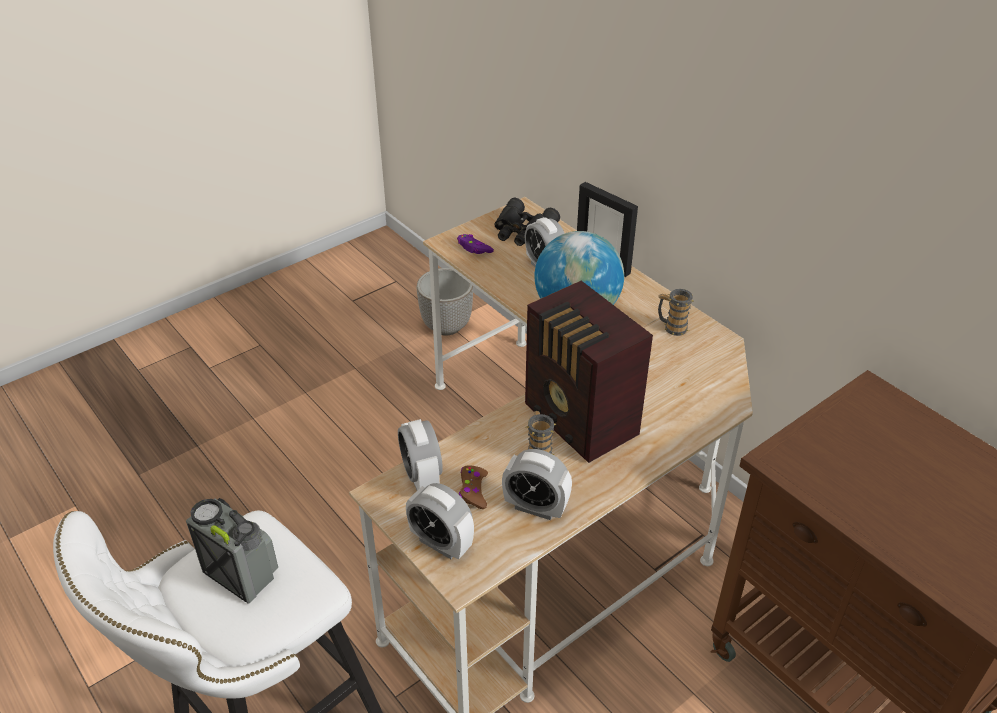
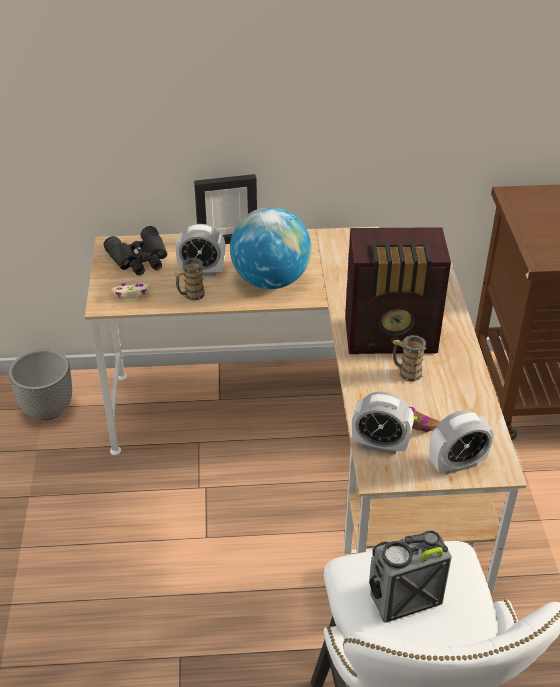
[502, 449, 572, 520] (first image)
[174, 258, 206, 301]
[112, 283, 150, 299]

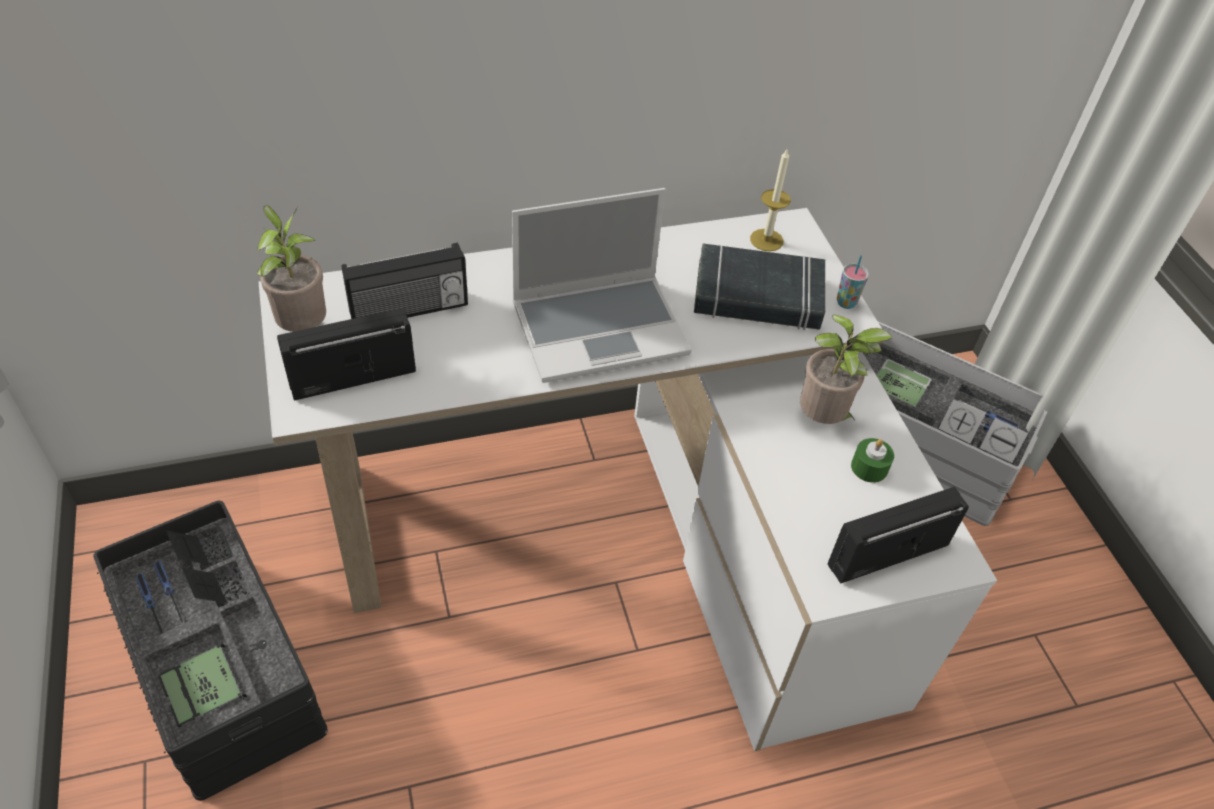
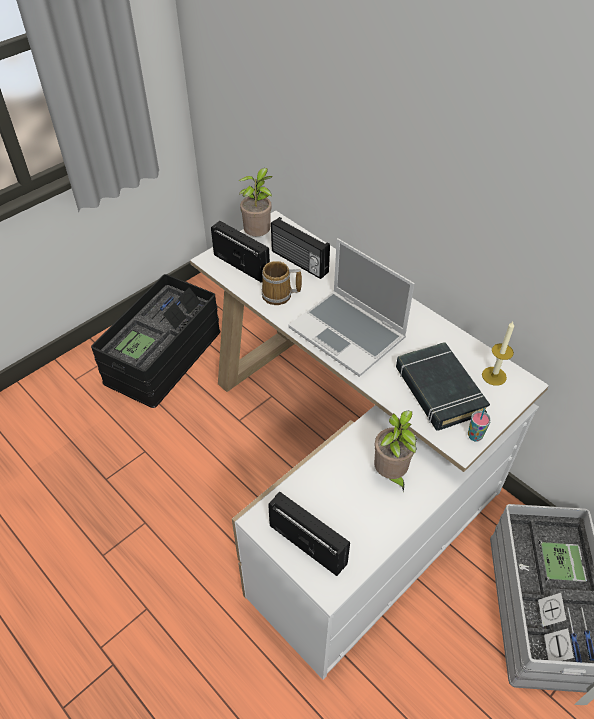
[851, 438, 894, 483] (first image)
[262, 261, 302, 305]

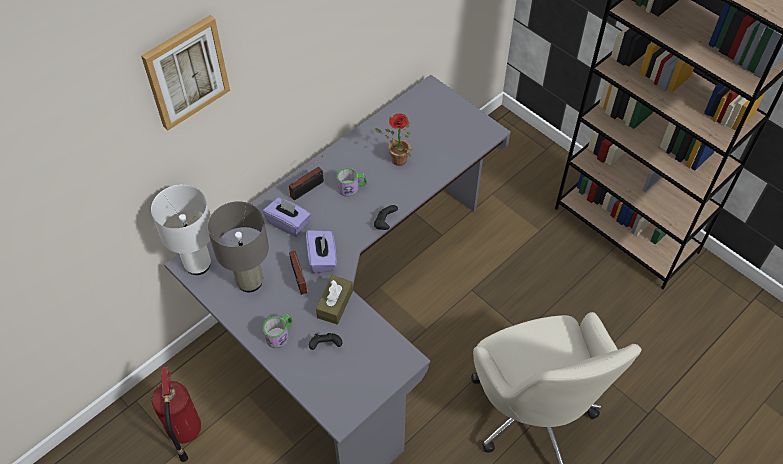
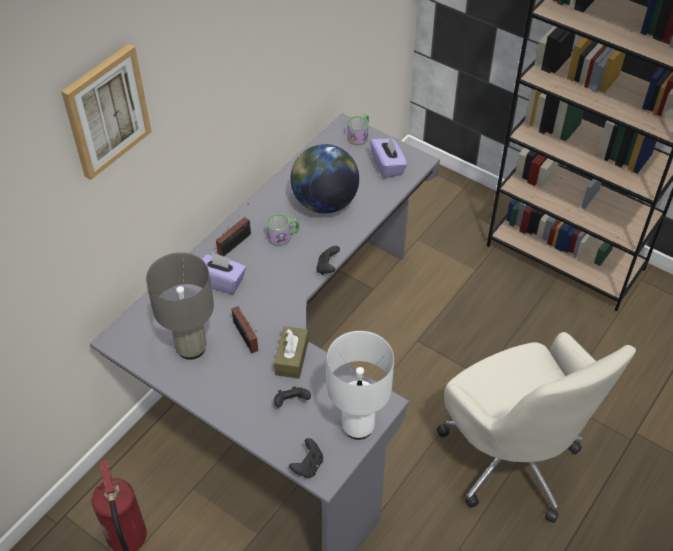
[289, 438, 323, 478]
[327, 331, 394, 440]
[347, 114, 369, 145]
[370, 137, 407, 178]
[290, 144, 359, 213]

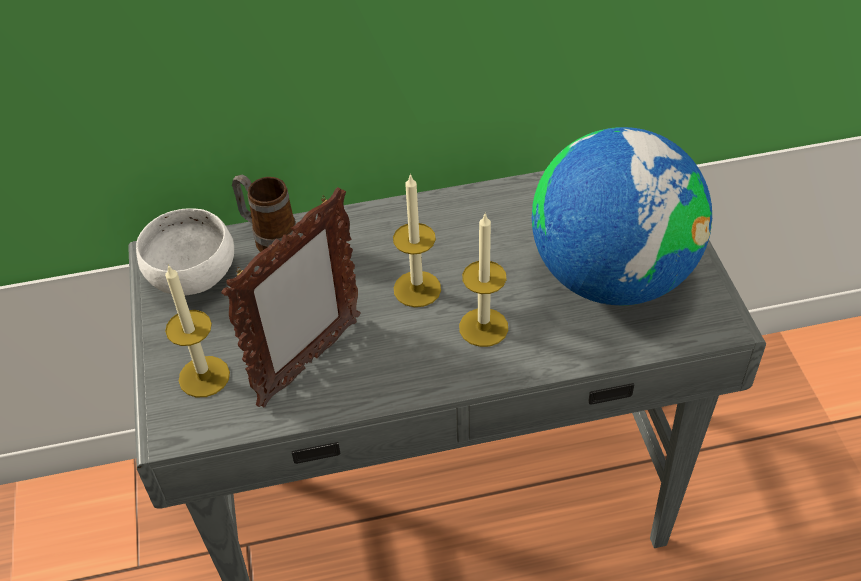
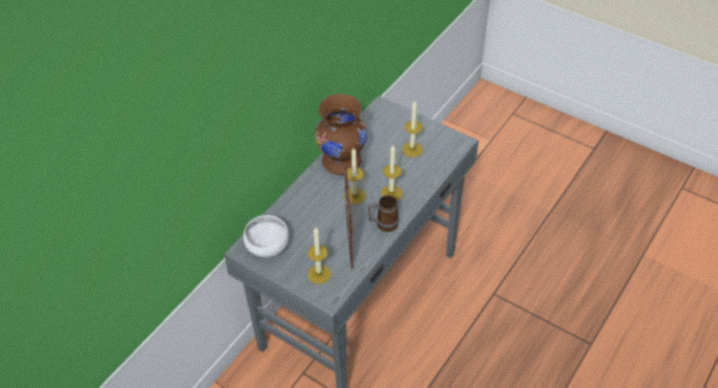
[315, 94, 367, 175]
[368, 195, 398, 232]
[402, 101, 422, 157]

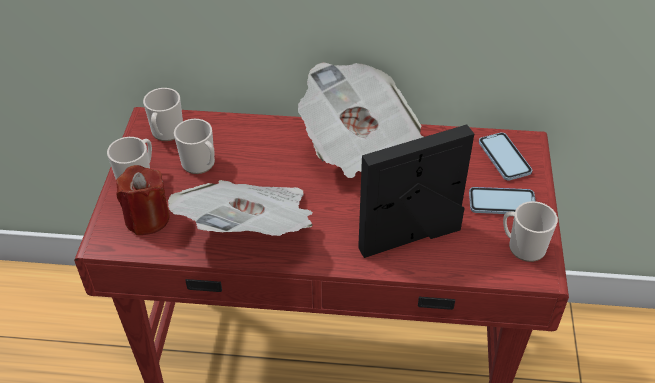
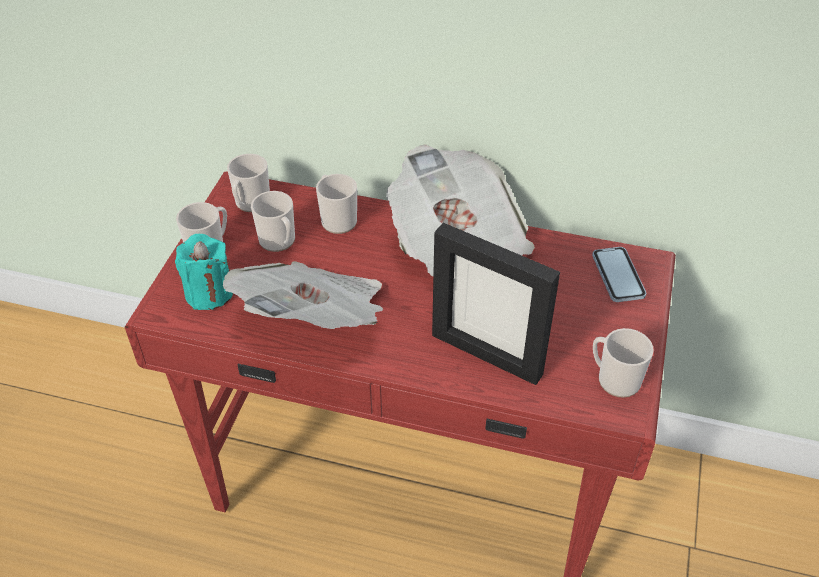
[469, 187, 536, 214] (first image)
[316, 174, 357, 234]
[175, 234, 233, 310]
[432, 223, 560, 385]

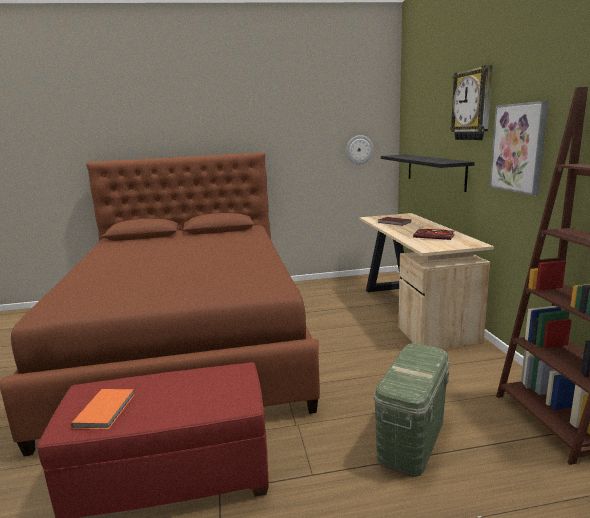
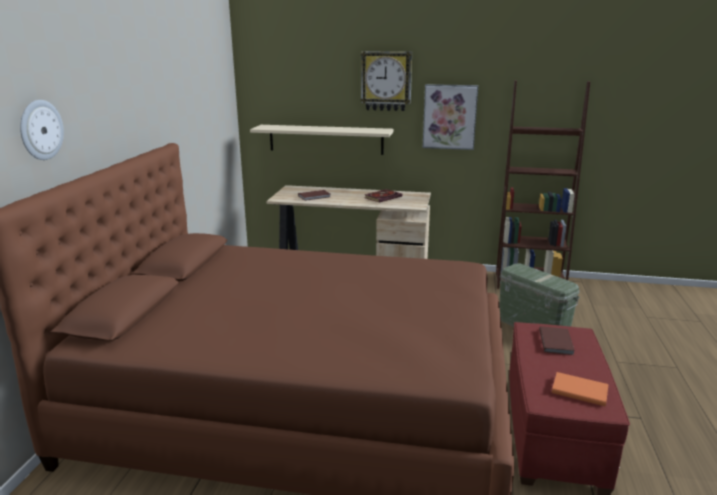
[539, 326, 575, 355]
[20, 100, 64, 160]
[250, 125, 394, 155]

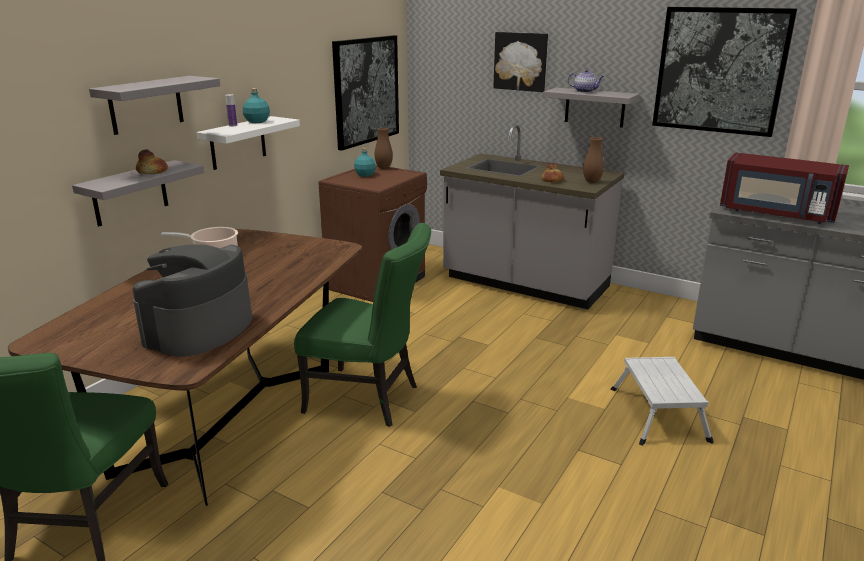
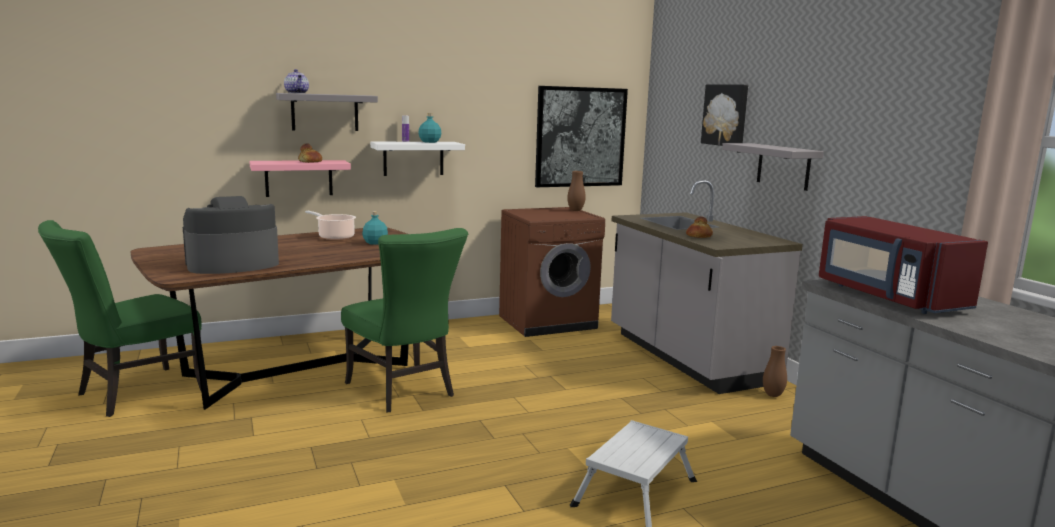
[652, 7, 797, 137] (first image)
[362, 211, 388, 245]
[284, 69, 309, 94]
[763, 346, 787, 397]
[249, 160, 351, 197]

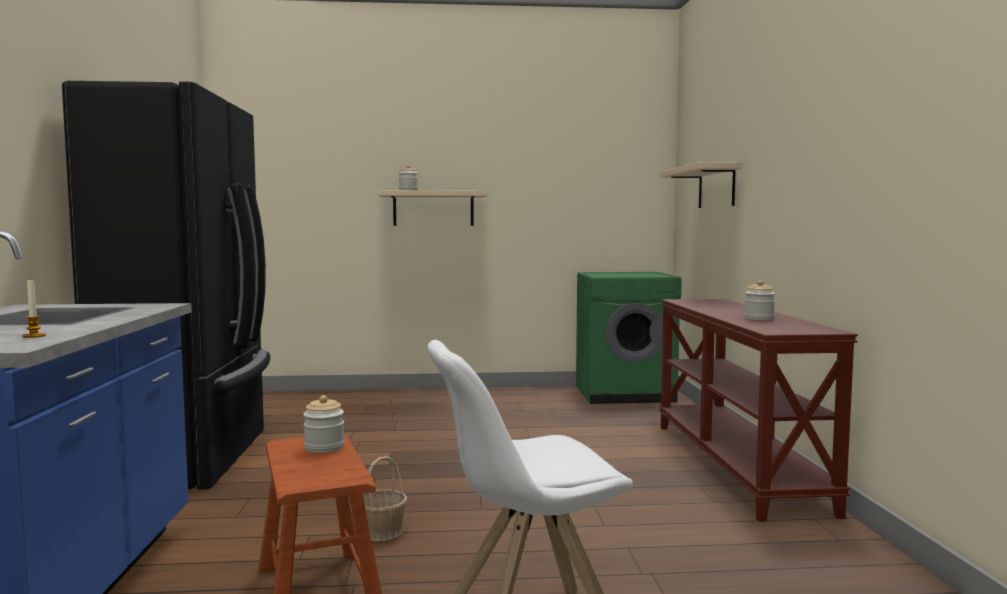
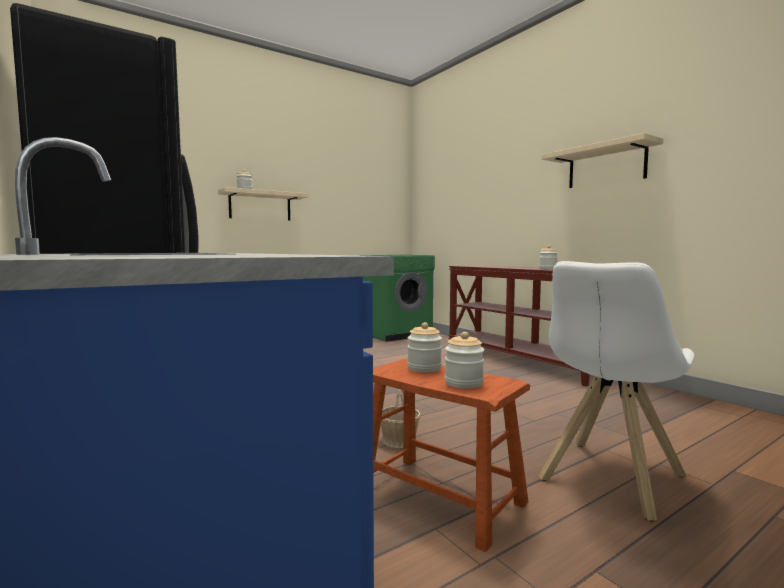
[22, 278, 46, 338] (first image)
[445, 332, 484, 389]
[541, 133, 663, 188]

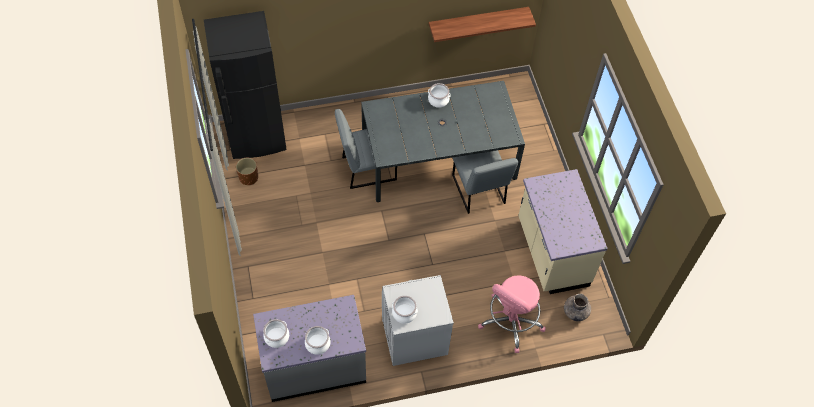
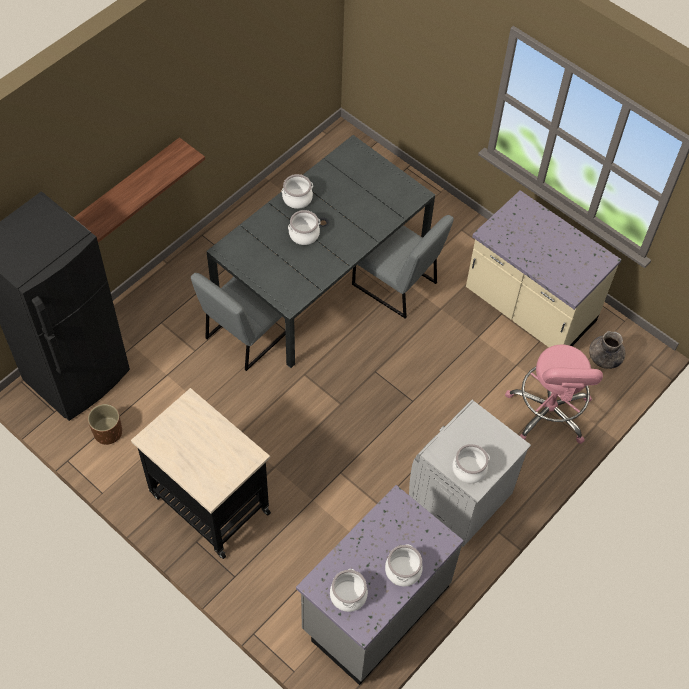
[131, 388, 271, 559]
[288, 210, 320, 245]
[74, 137, 205, 242]

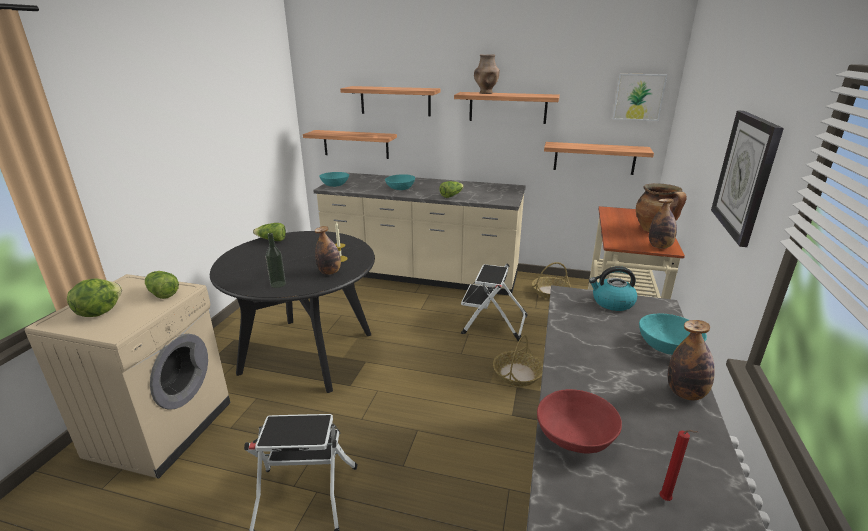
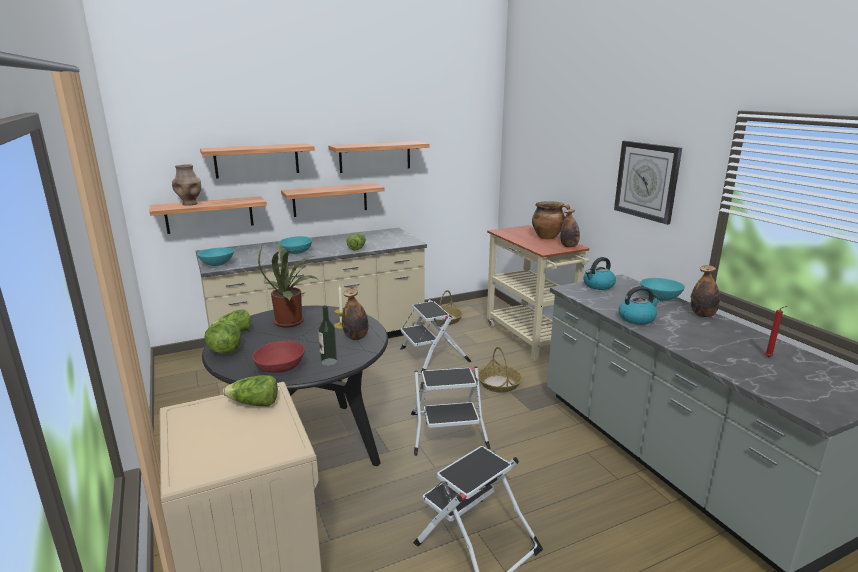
[613, 73, 668, 121] (first image)
[258, 243, 318, 328]
[411, 366, 490, 456]
[618, 286, 661, 325]
[204, 320, 241, 354]
[172, 164, 201, 206]
[252, 341, 305, 373]
[281, 183, 385, 217]

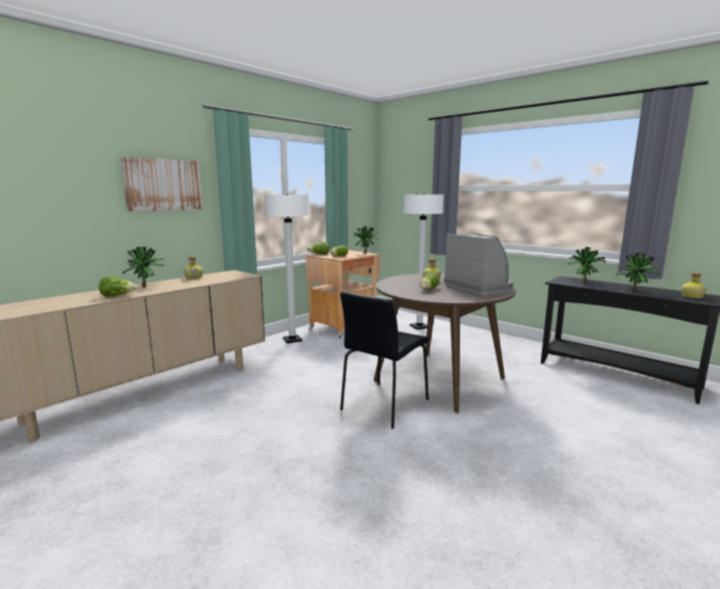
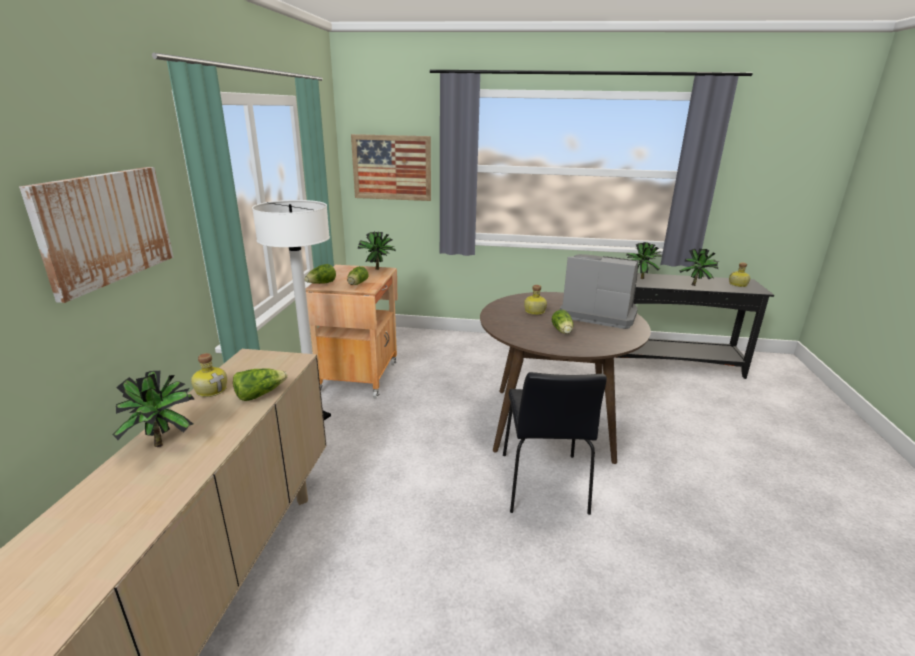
[404, 194, 444, 330] (first image)
[351, 134, 431, 201]
[233, 368, 287, 401]

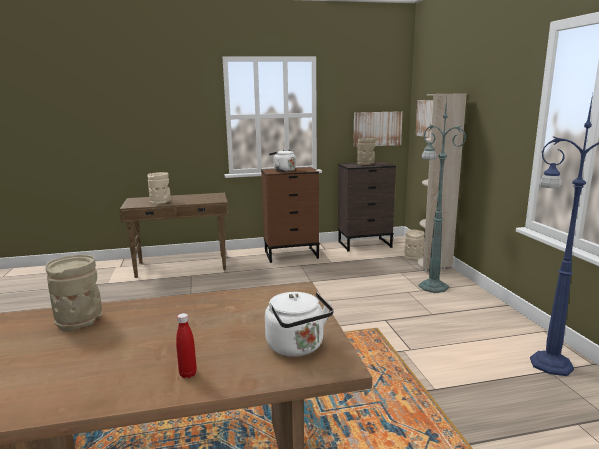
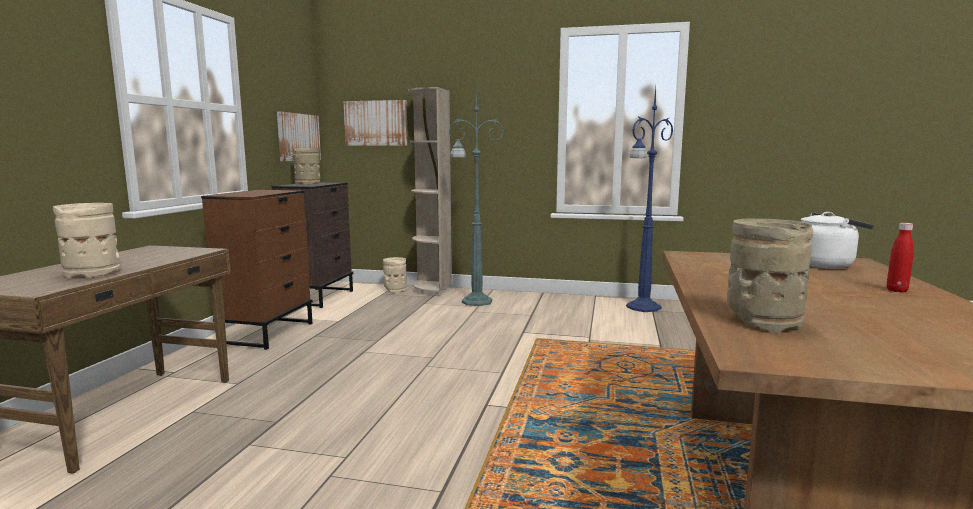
[269, 149, 296, 172] (first image)

